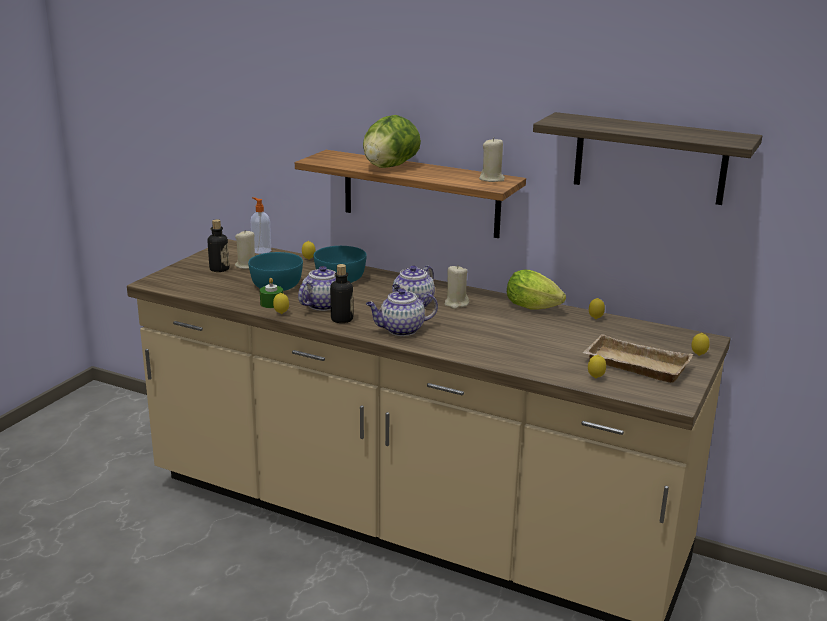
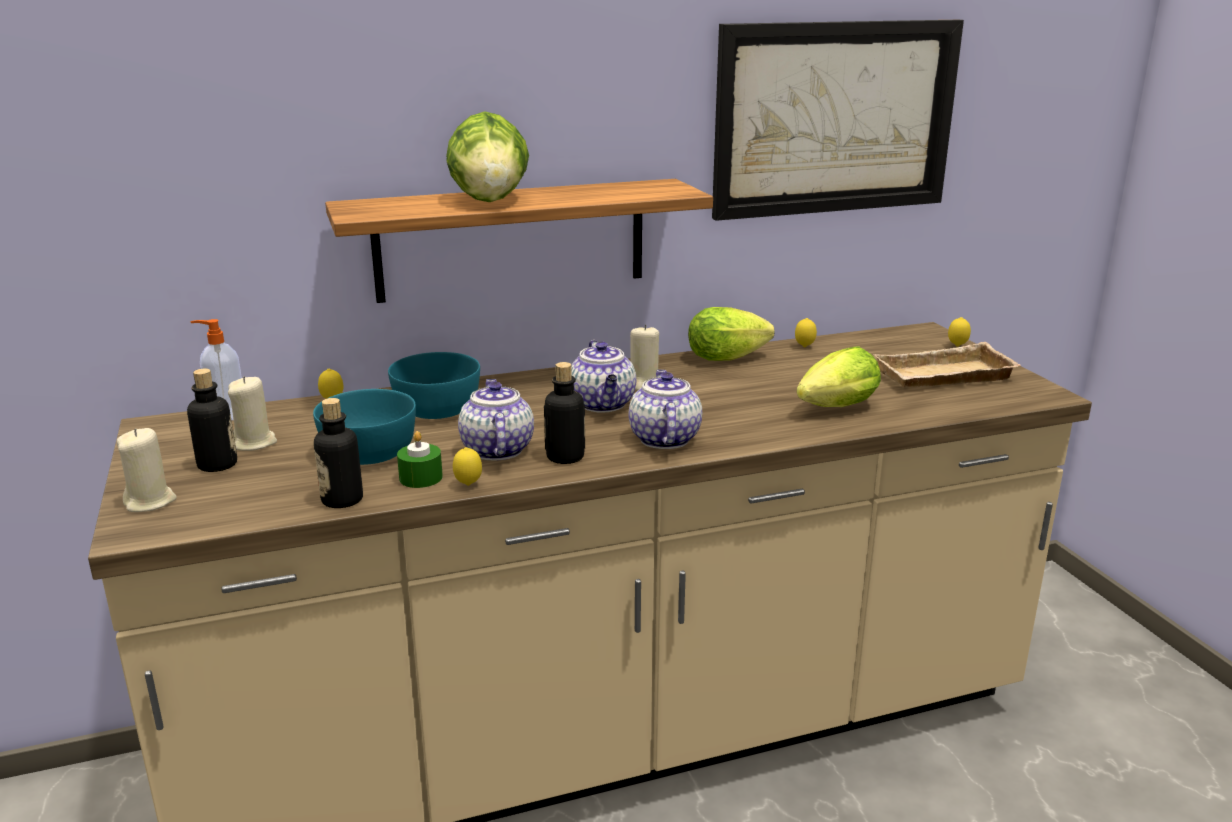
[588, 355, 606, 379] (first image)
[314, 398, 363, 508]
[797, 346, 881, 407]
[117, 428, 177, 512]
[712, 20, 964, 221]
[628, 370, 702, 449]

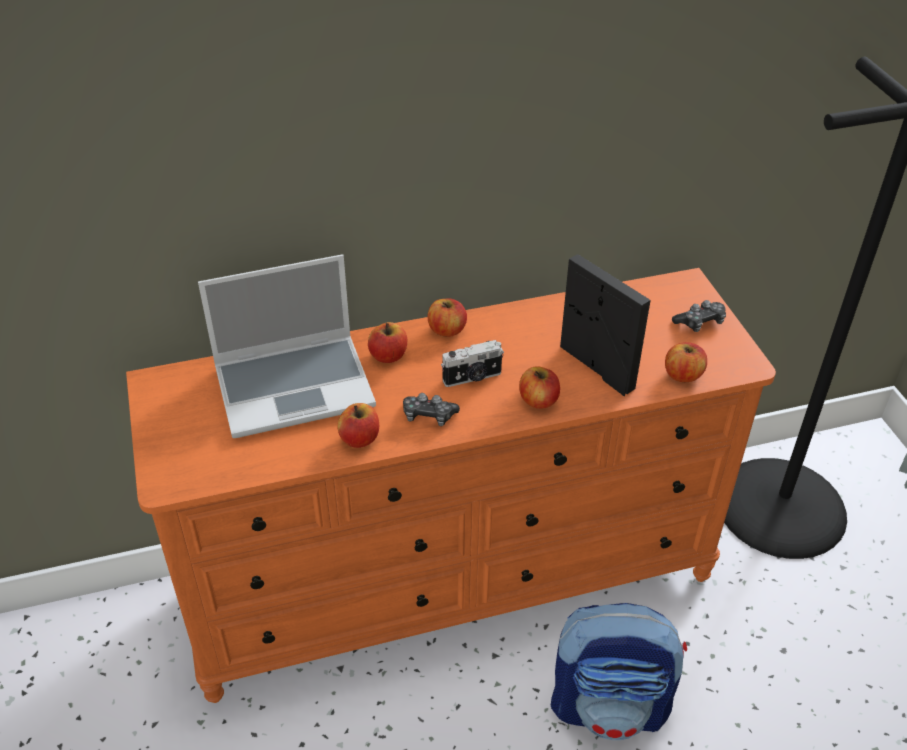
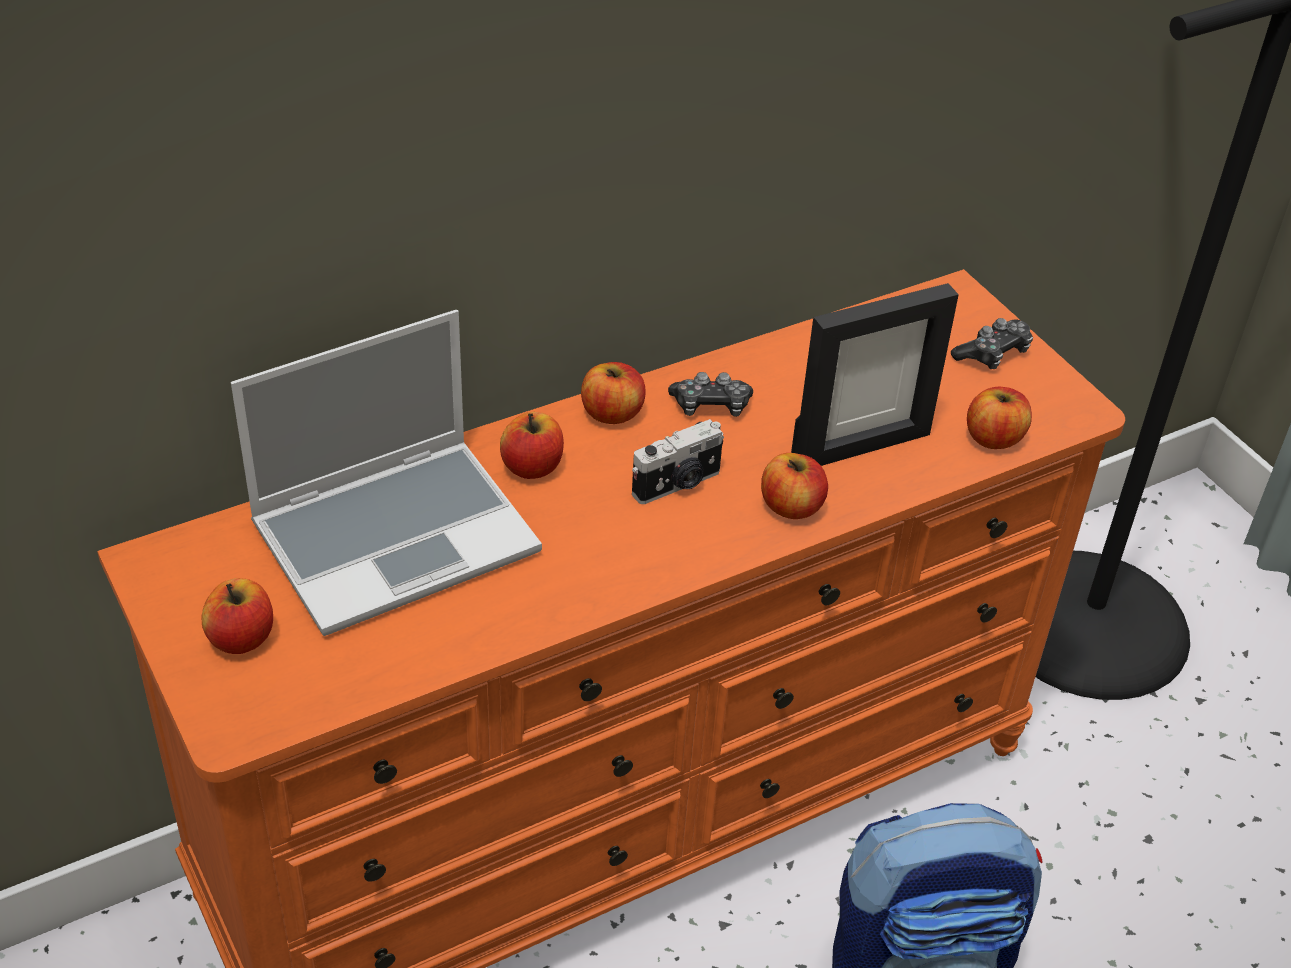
[202, 578, 273, 654]
[668, 372, 753, 417]
[791, 283, 959, 466]

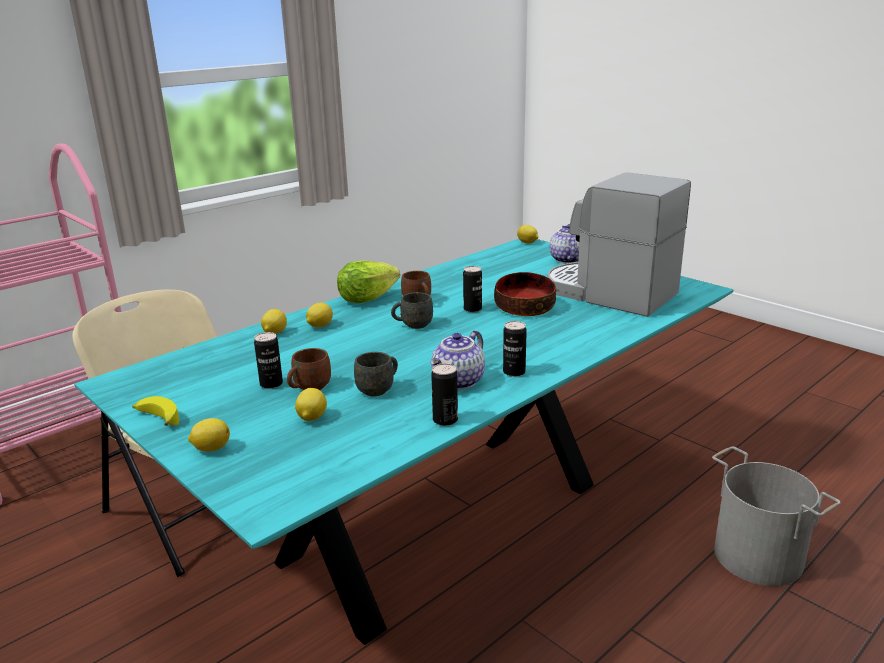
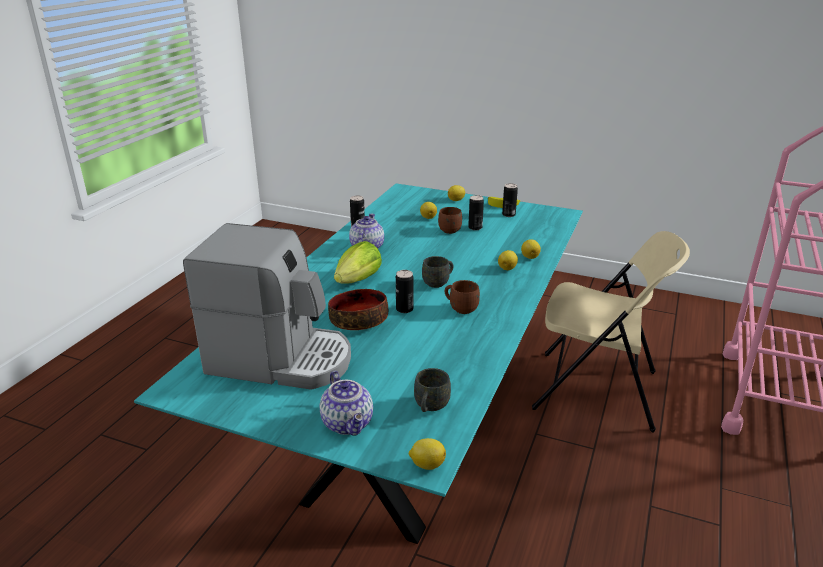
[712, 446, 840, 586] (first image)
[334, 241, 382, 284]
[414, 368, 451, 412]
[502, 183, 518, 217]

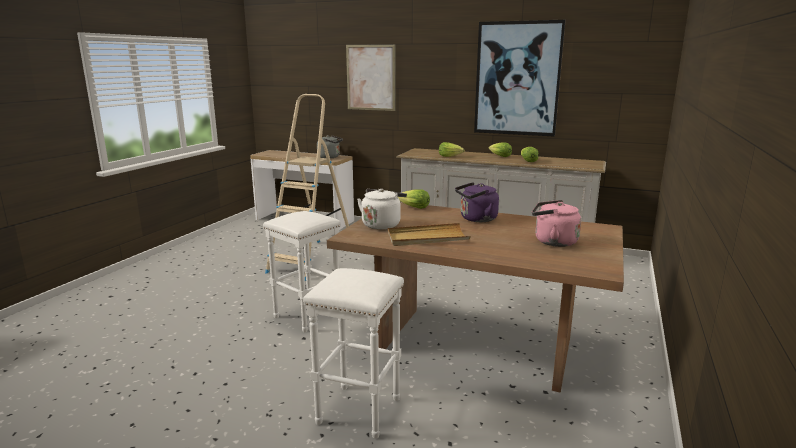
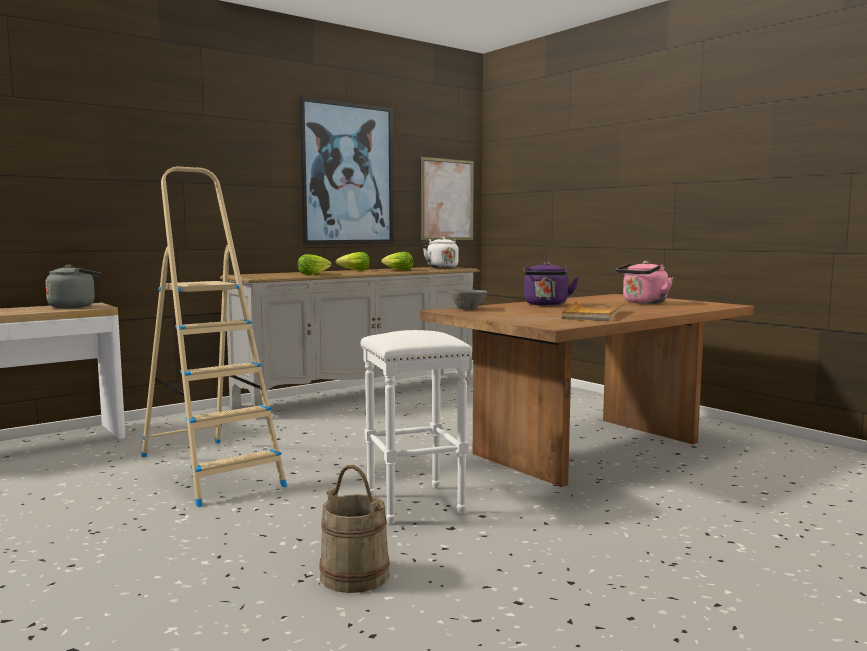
[303, 268, 404, 439] (first image)
[319, 465, 390, 593]
[420, 157, 474, 240]
[422, 237, 459, 268]
[449, 290, 487, 309]

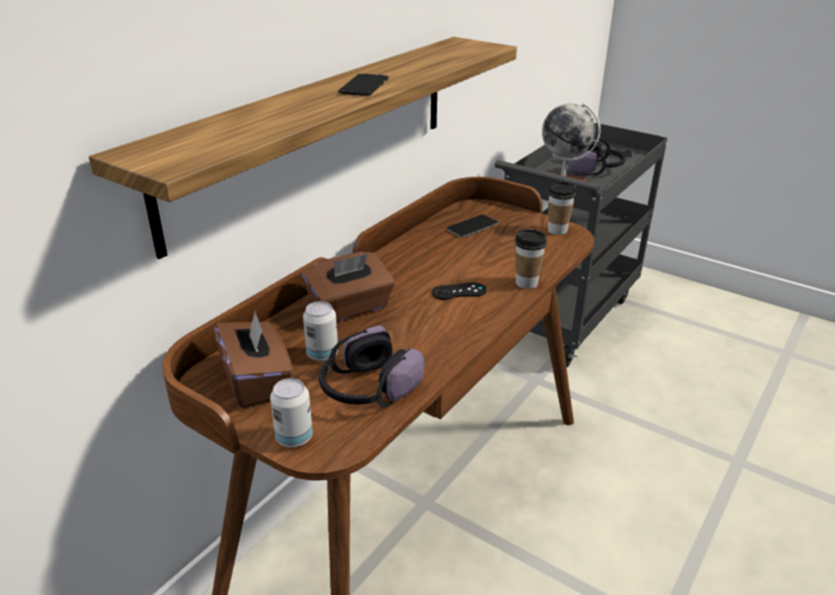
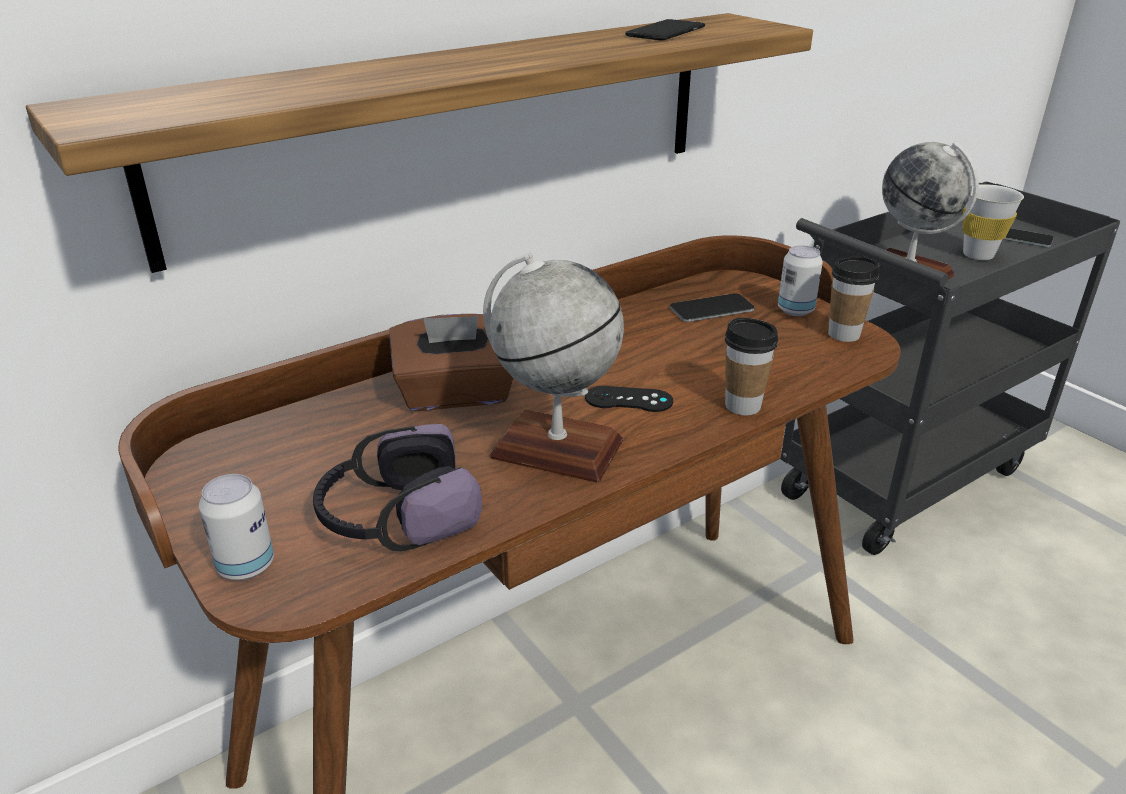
[213, 309, 293, 408] (first image)
[483, 253, 624, 483]
[778, 245, 823, 316]
[625, 19, 705, 41]
[962, 184, 1024, 260]

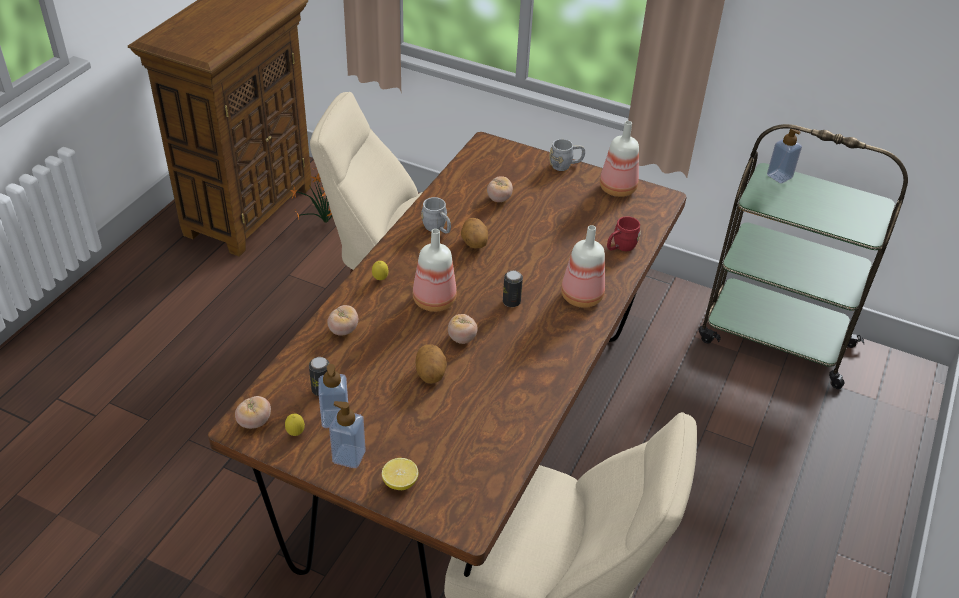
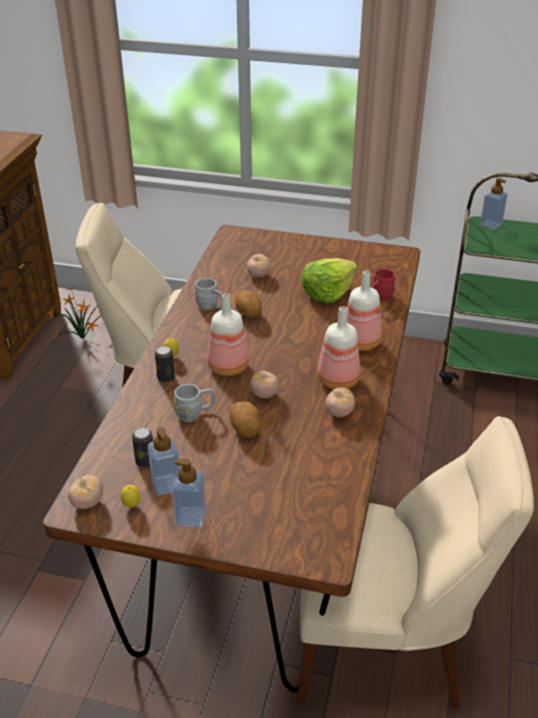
[382, 458, 418, 490] (first image)
[301, 258, 357, 304]
[326, 387, 355, 417]
[155, 346, 175, 383]
[173, 384, 216, 422]
[317, 306, 360, 389]

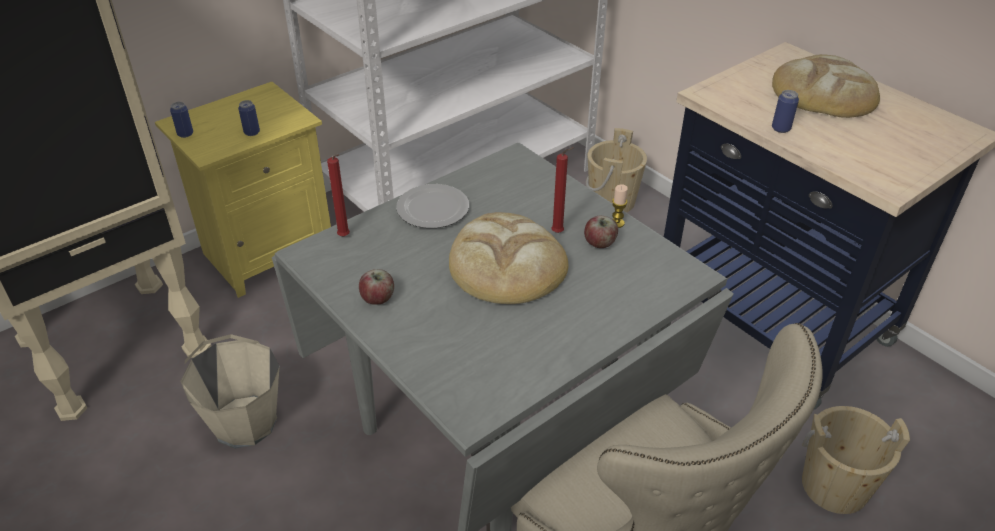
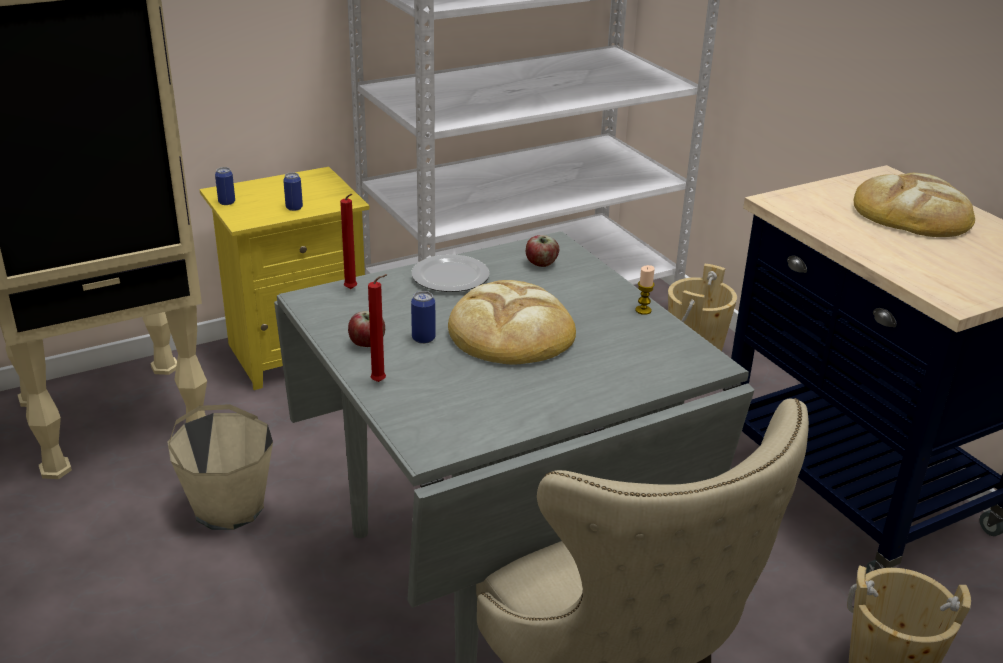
[368, 274, 387, 382]
[526, 235, 559, 267]
[411, 291, 436, 344]

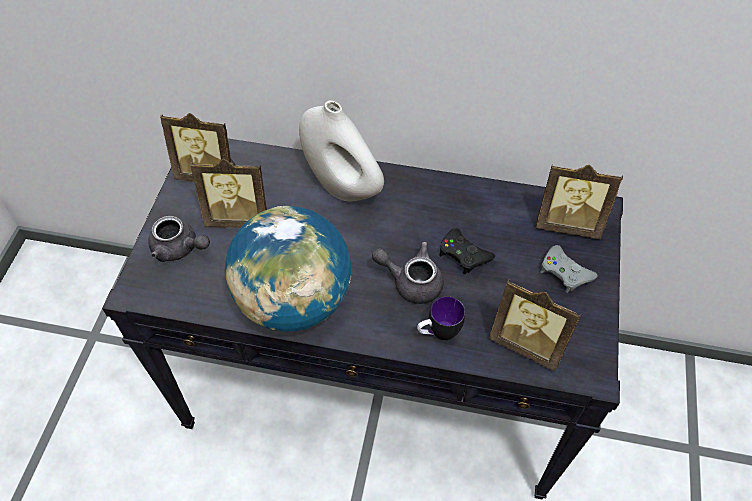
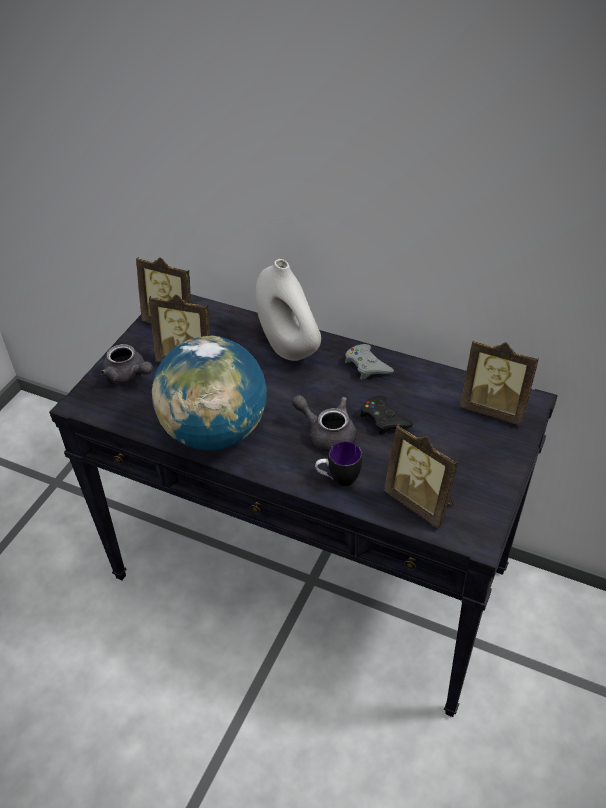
[345, 344, 394, 380]

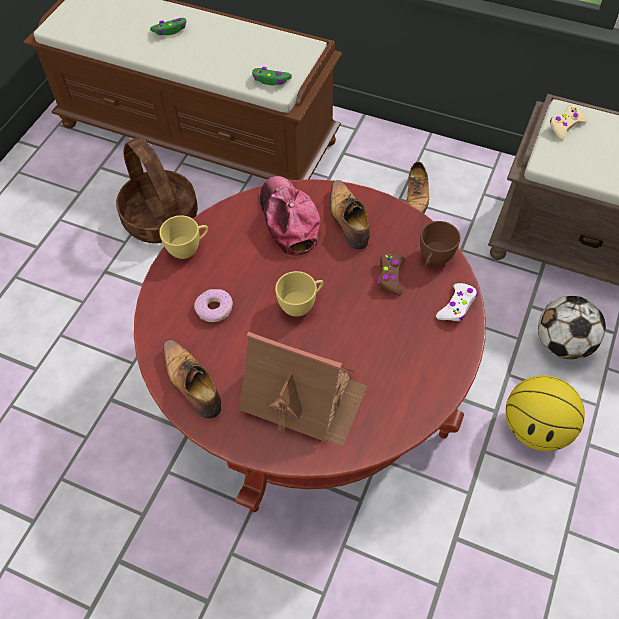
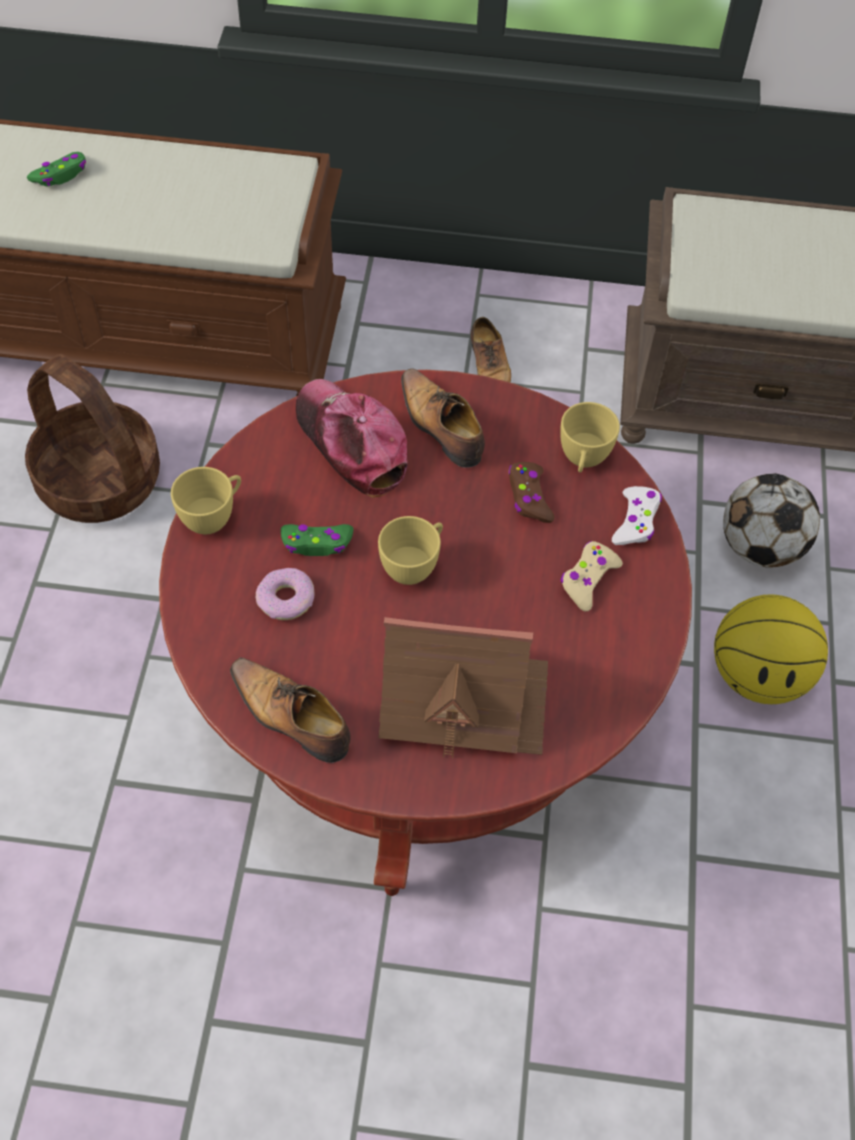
[281, 524, 353, 556]
[561, 541, 623, 611]
[560, 402, 620, 472]

